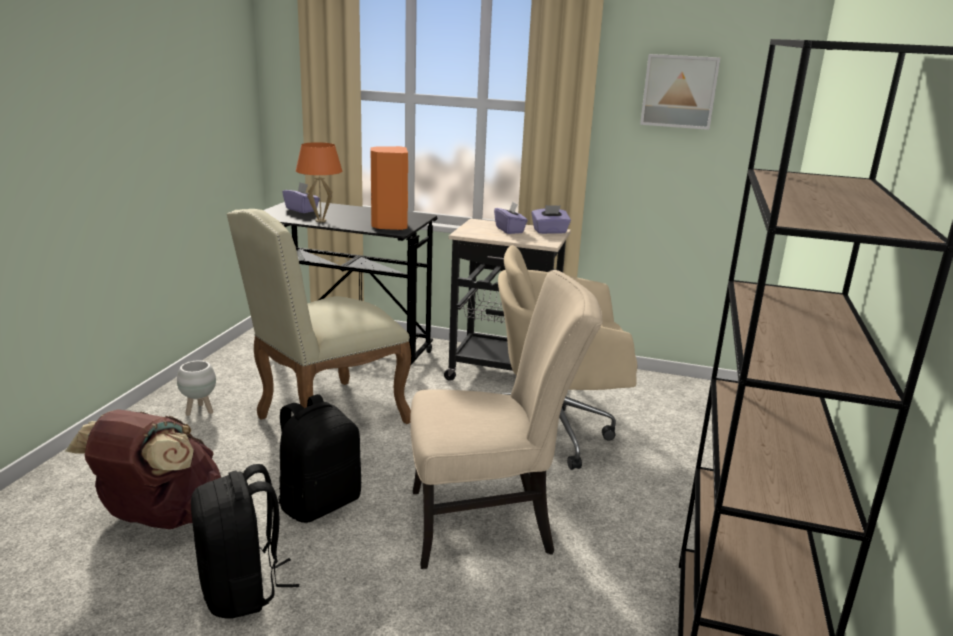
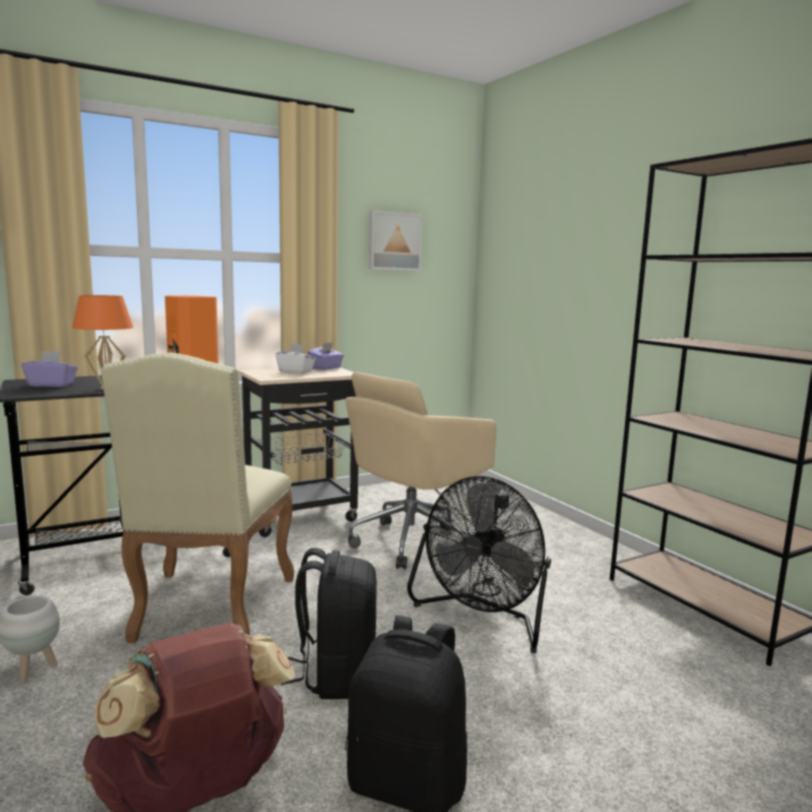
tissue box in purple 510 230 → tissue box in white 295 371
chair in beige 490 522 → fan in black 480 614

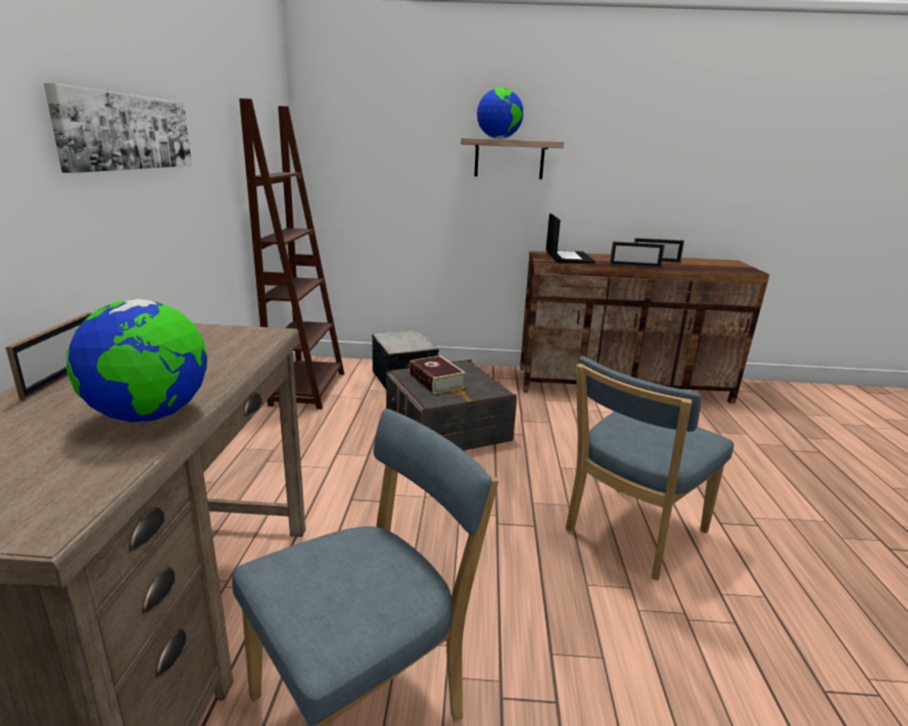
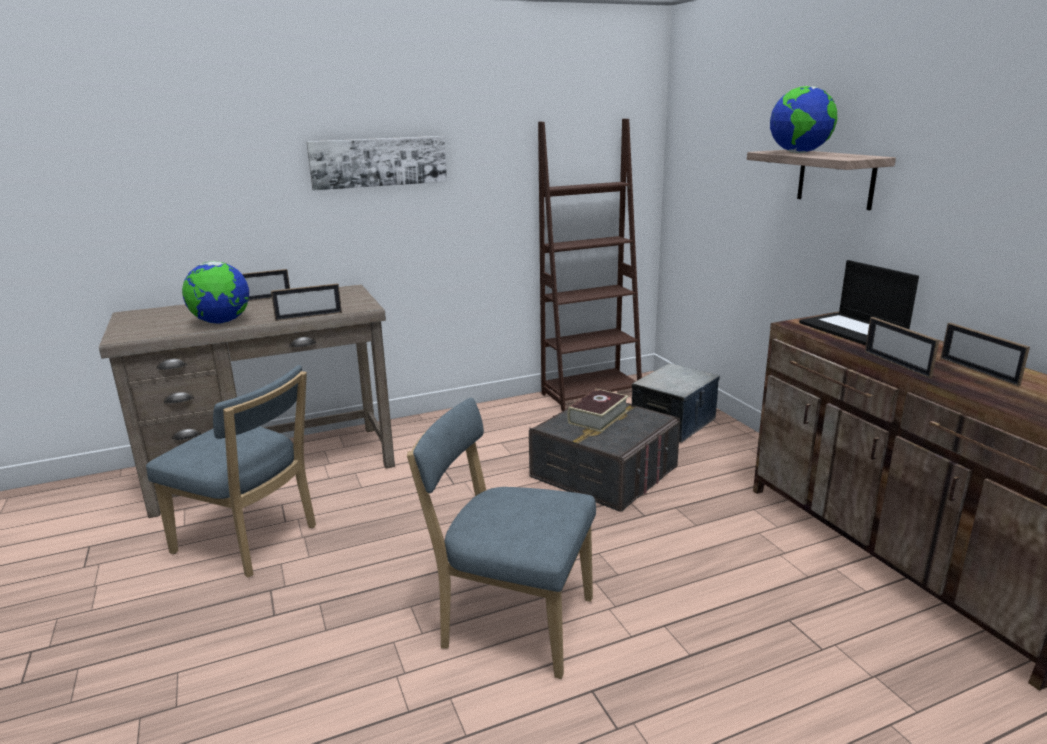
- → picture frame 309 316
laptop 568 257 → laptop 854 329, 90 degrees clockwise

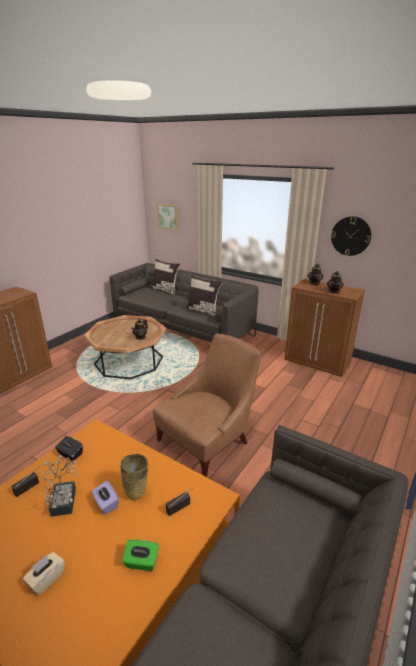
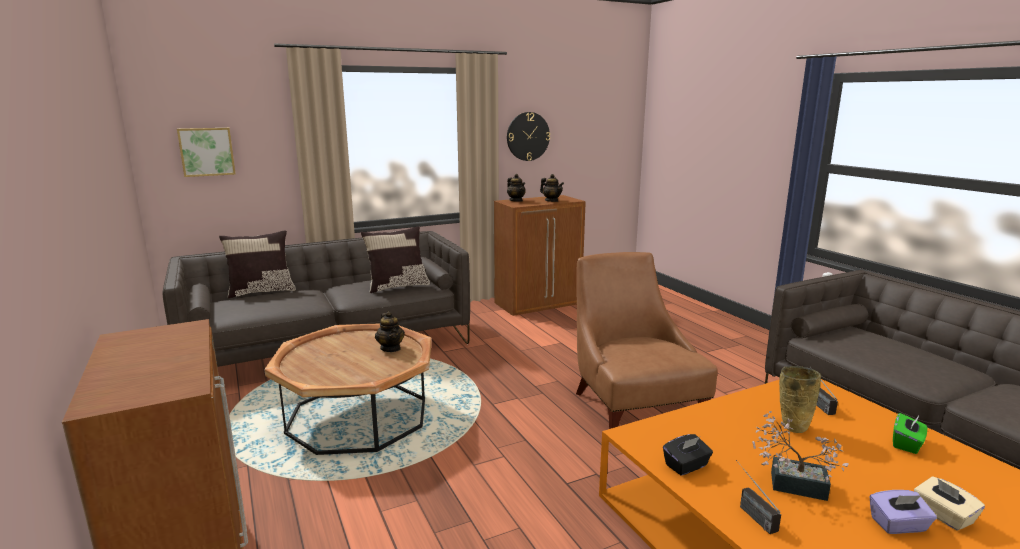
tissue box in purple 106 503 → tissue box in purple 898 525, move

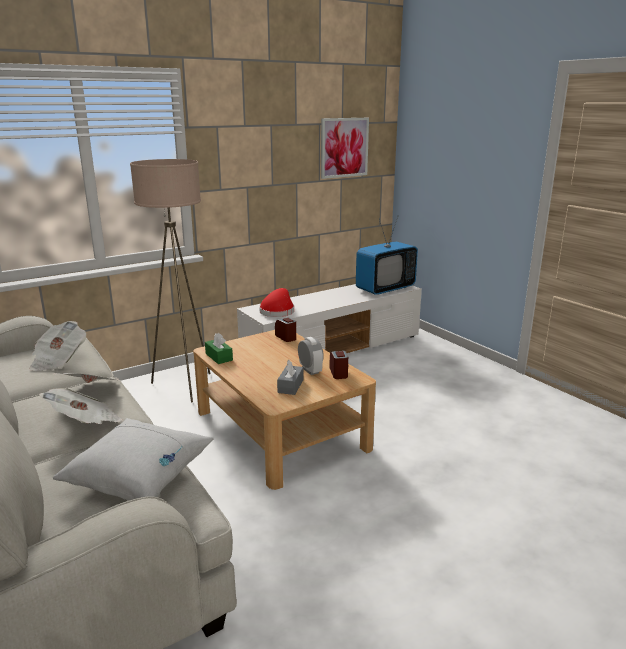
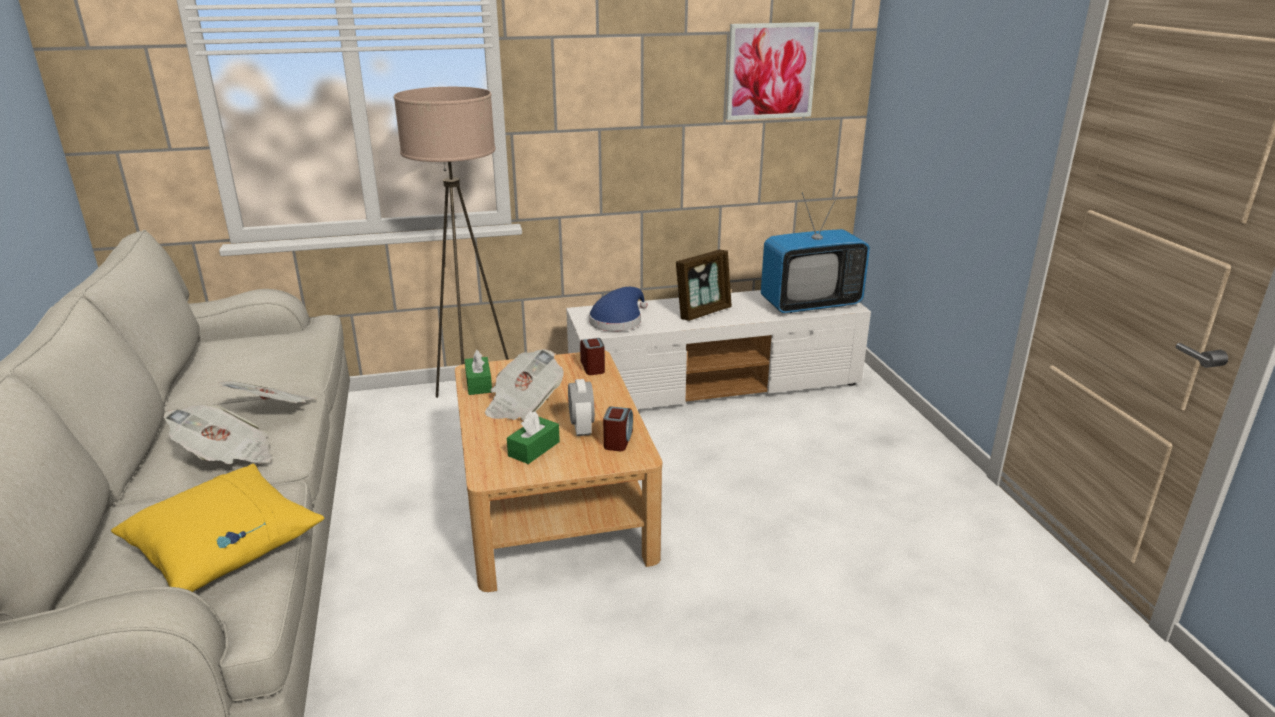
pillow in grey 139 476 → pillow in yellow 224 548
newspaper 58 360 → newspaper 523 404, move
tissue box in grey 290 386 → tissue box in green 534 449
hat in red 278 311 → hat in blue 618 321
- → picture frame 703 312

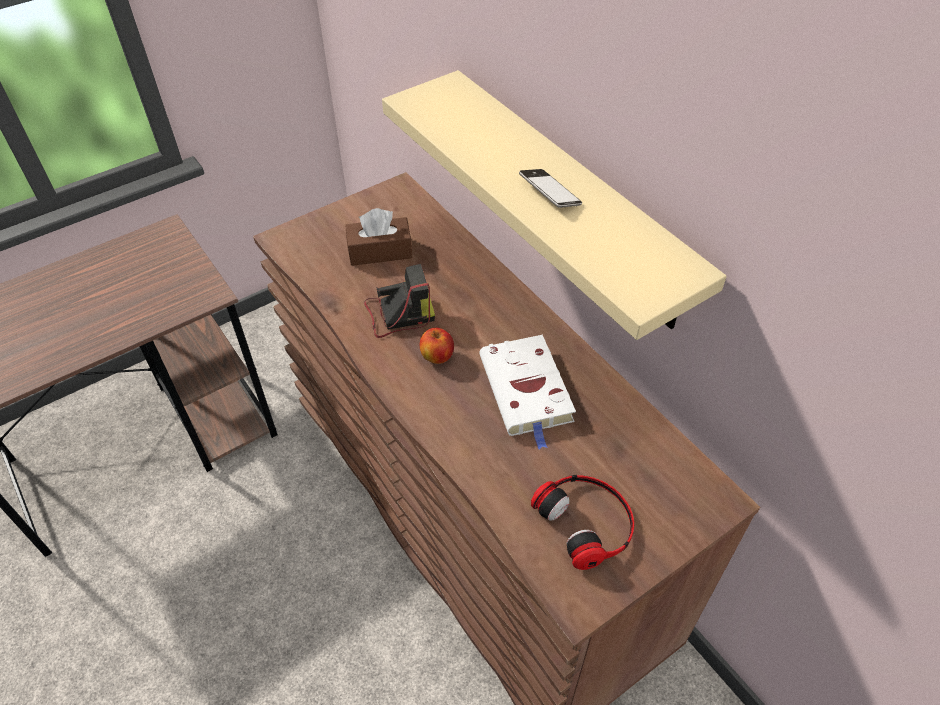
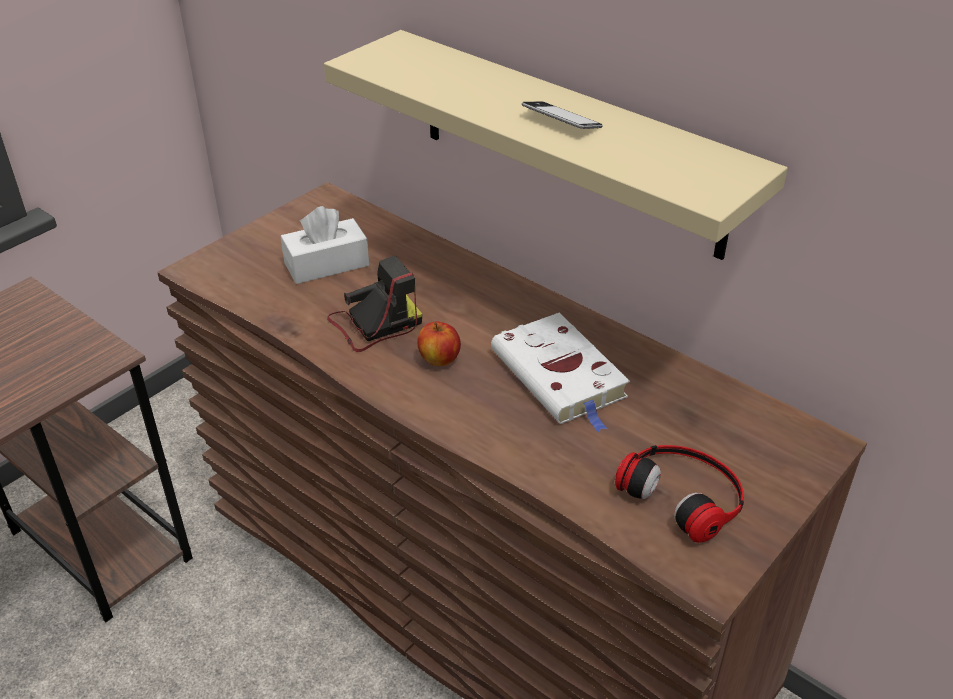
tissue box in brown 380 251 → tissue box in white 326 264

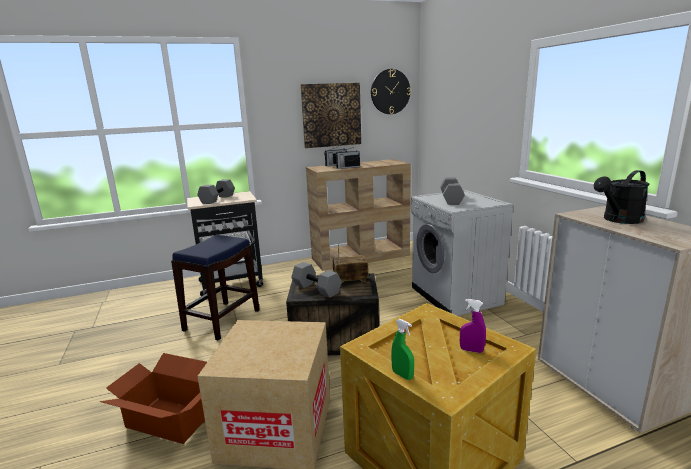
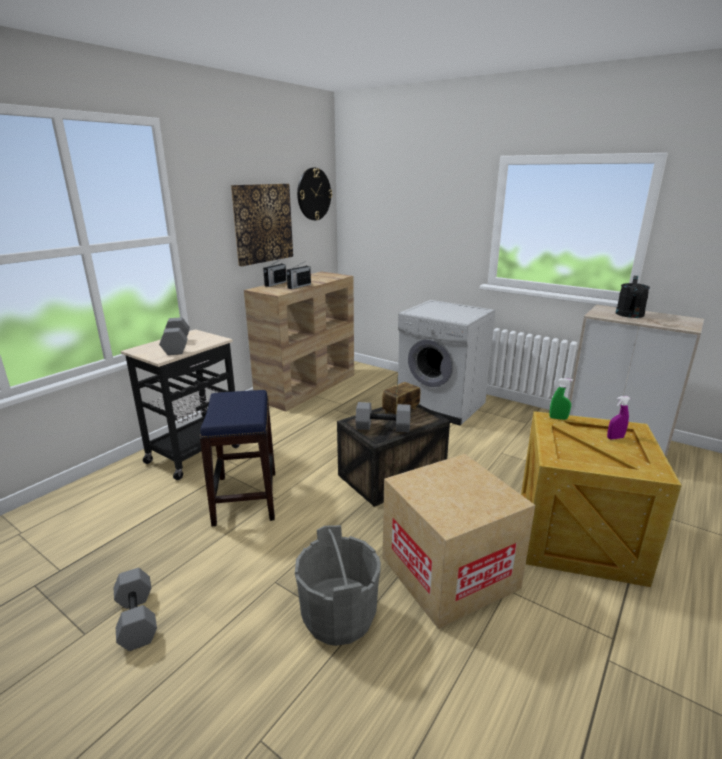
dumbbell in grey 452 199 → dumbbell in grey 138 619, move
cardboard box 170 418 → bucket in grey 338 616
spray bottle in green 402 375 → spray bottle in green 558 418, move

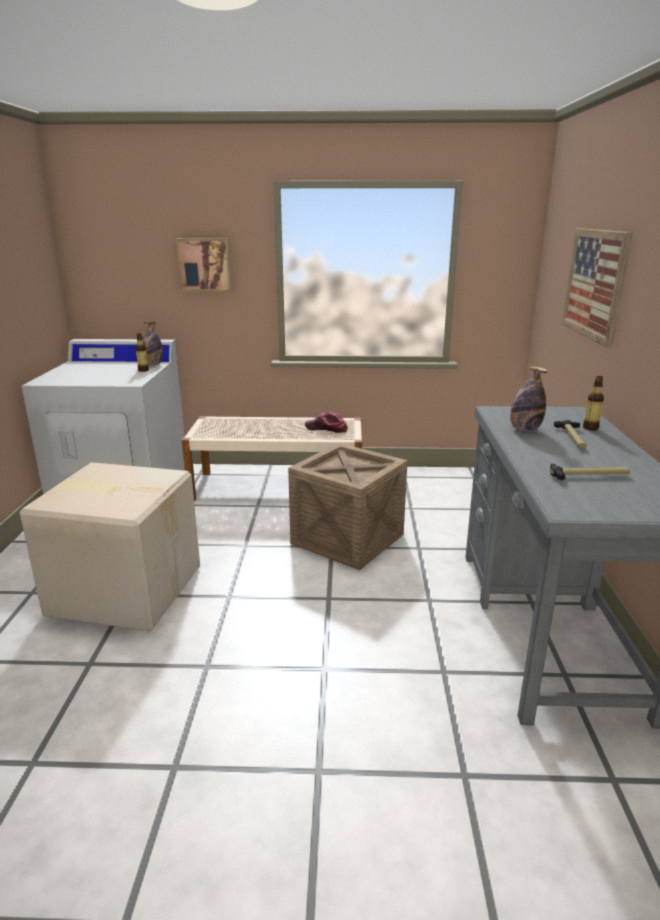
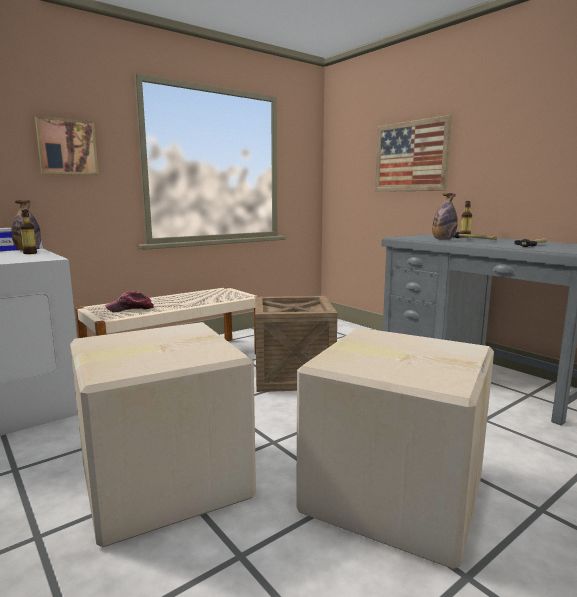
cap 326 428 → cap 130 308, move
- → cardboard box 391 492

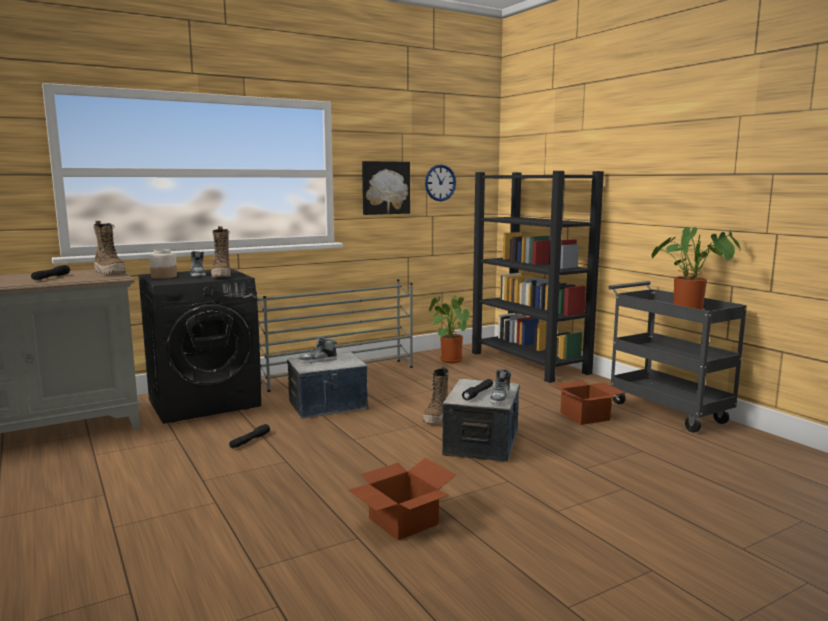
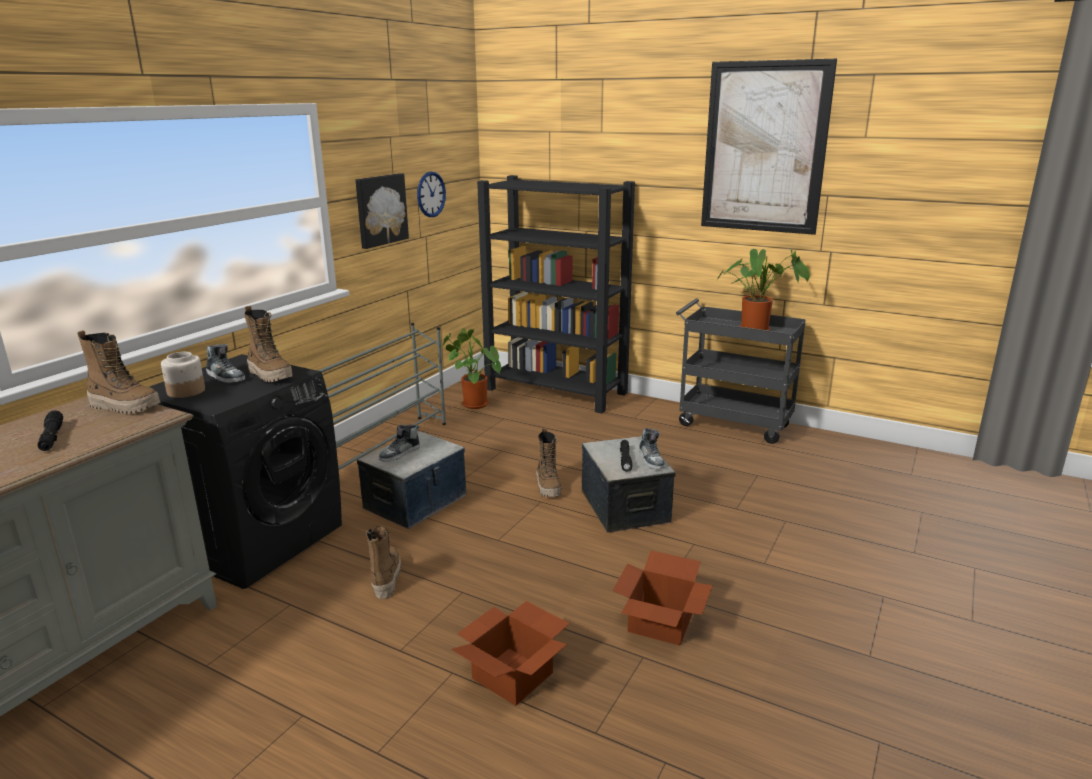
flashlight in black 250 441 → boot 386 578
cardboard box 586 416 → cardboard box 515 675, move
- → picture 764 148

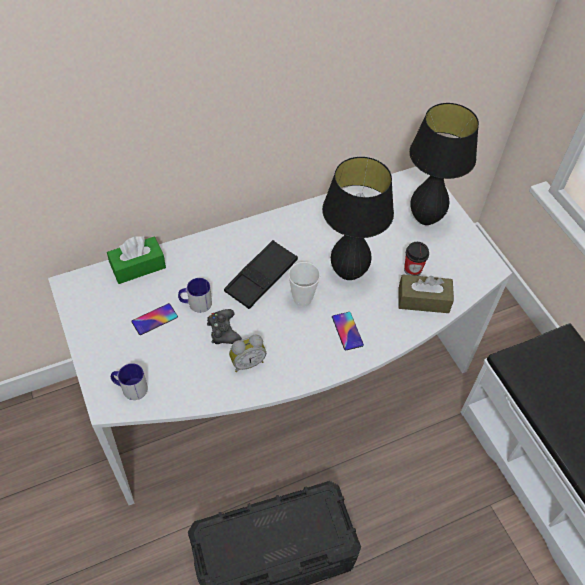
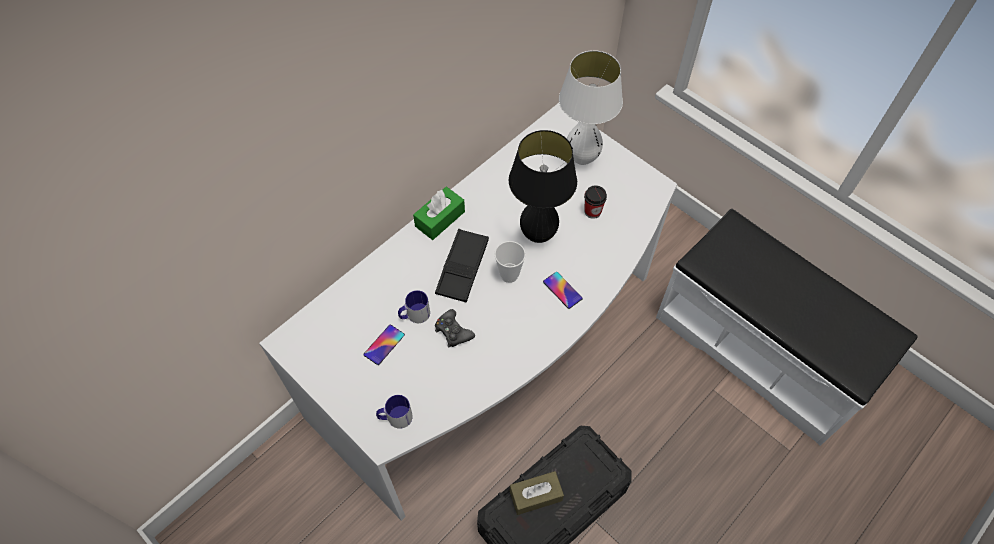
tissue box in green 138 266 → tissue box in green 440 219, move
tissue box in brown 423 300 → tissue box in brown 535 495, move
table lamp in black 425 219 → table lamp in white 581 158
alarm clock 247 362 → -

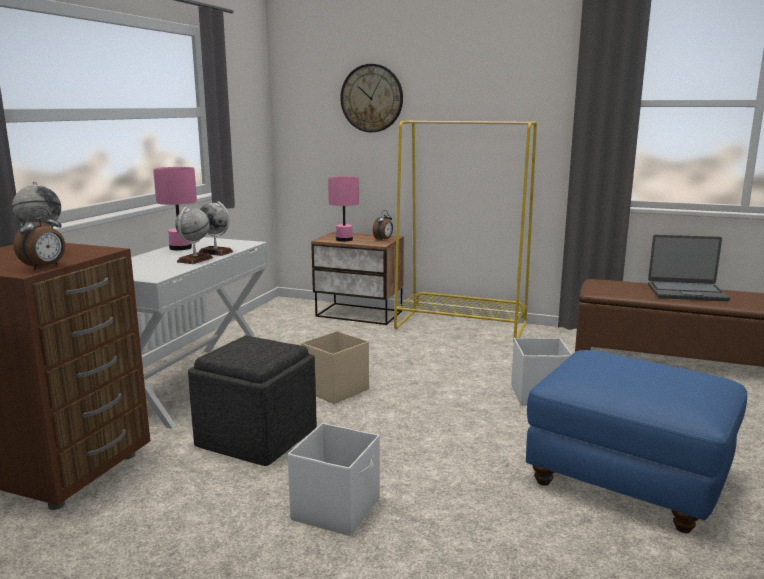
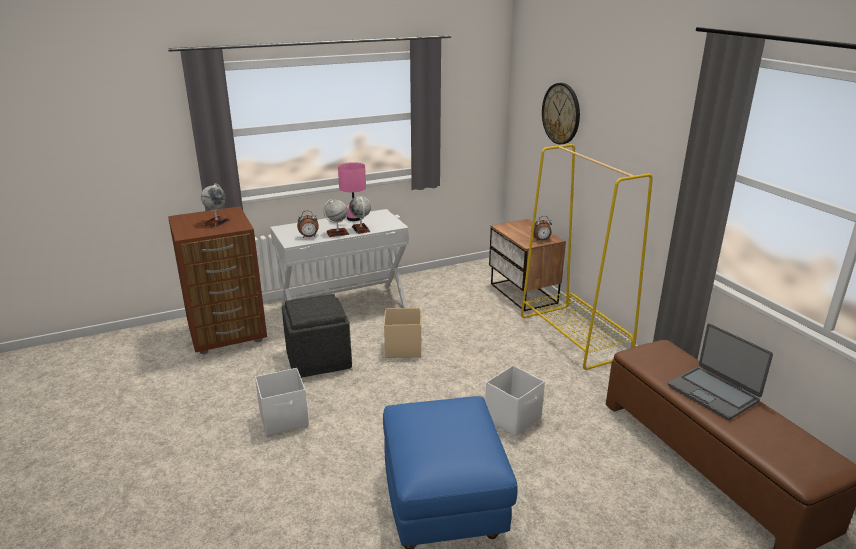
alarm clock 45 267 → alarm clock 309 237, move
table lamp in pink 344 239 → -

